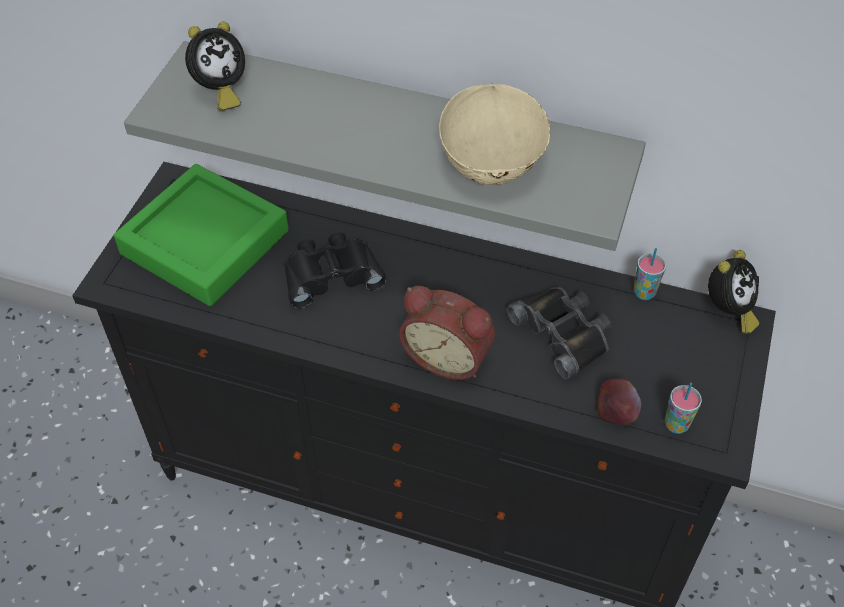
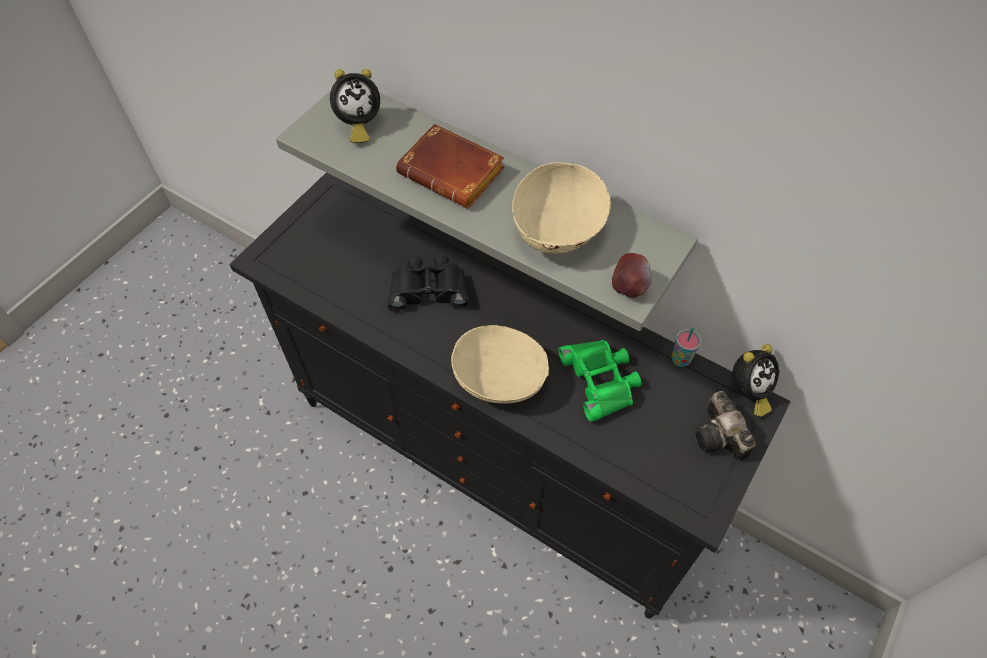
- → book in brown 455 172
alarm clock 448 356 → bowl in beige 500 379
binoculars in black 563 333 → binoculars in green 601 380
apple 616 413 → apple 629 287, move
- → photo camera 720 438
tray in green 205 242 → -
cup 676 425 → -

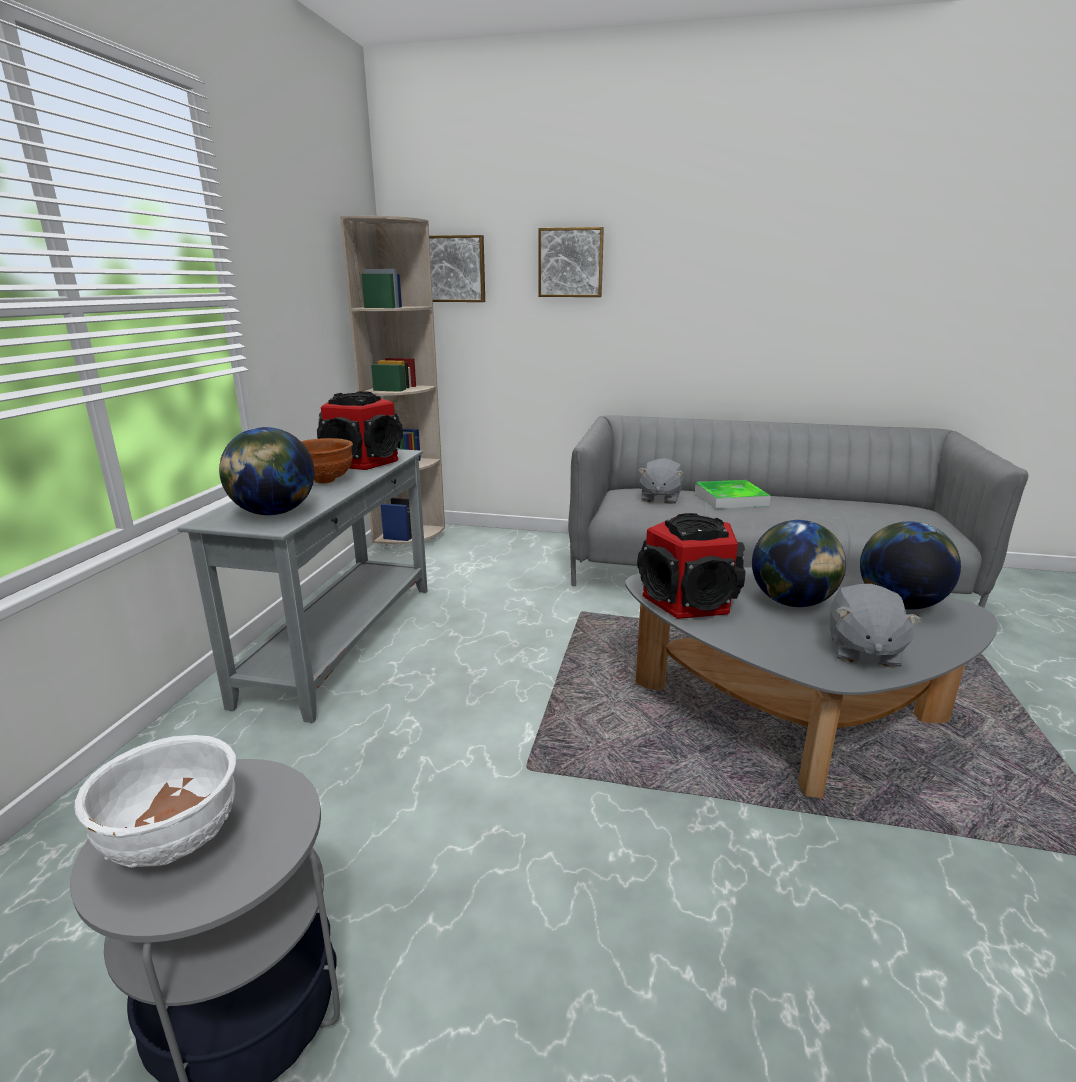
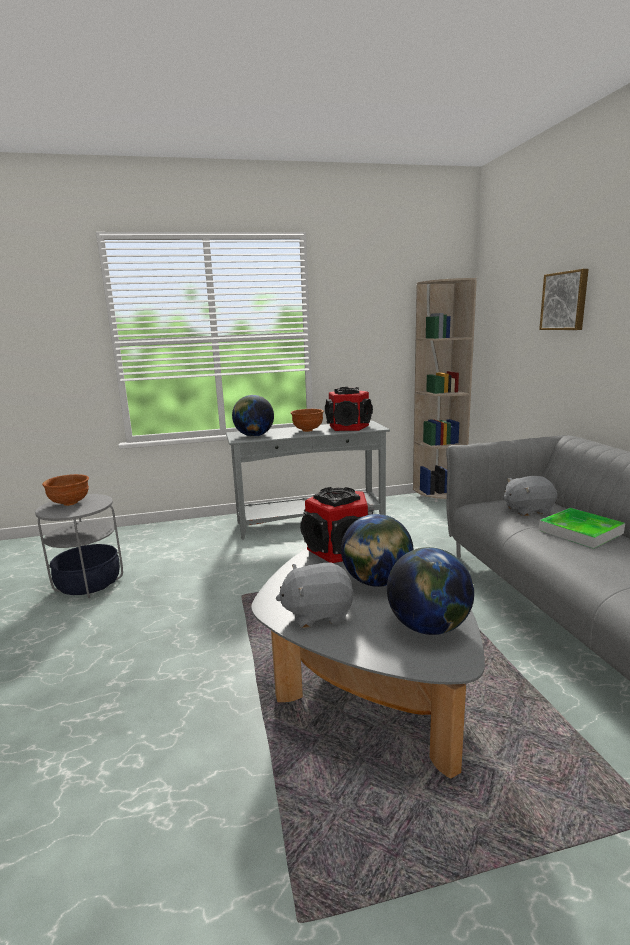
bowl in white 177 842 → bowl in brown 70 503
picture 455 269 → -

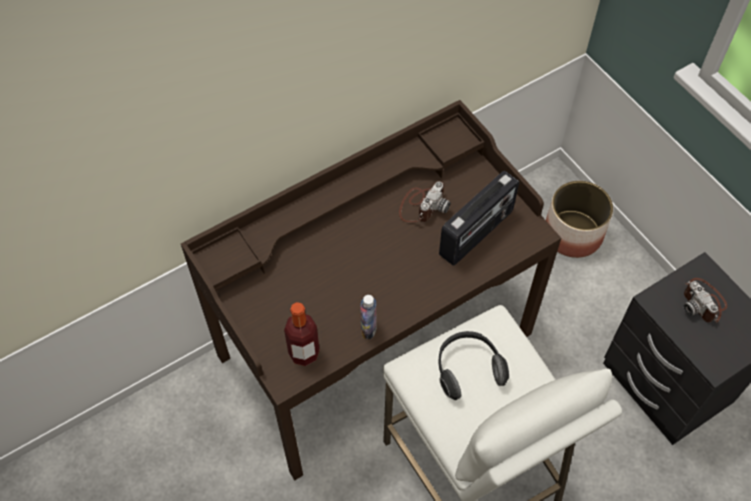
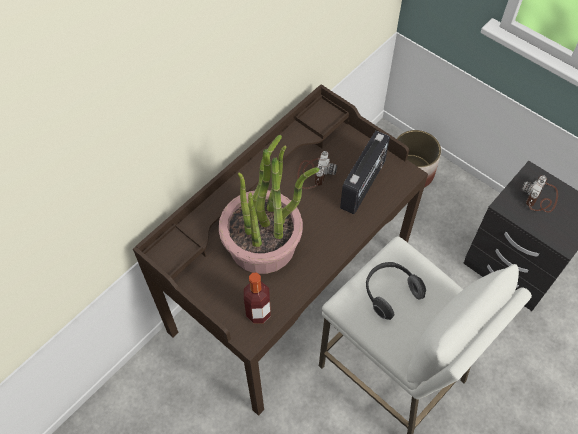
- → potted plant 263 244
photo camera 703 302 → photo camera 540 198, 75 degrees clockwise
bottle 368 329 → -

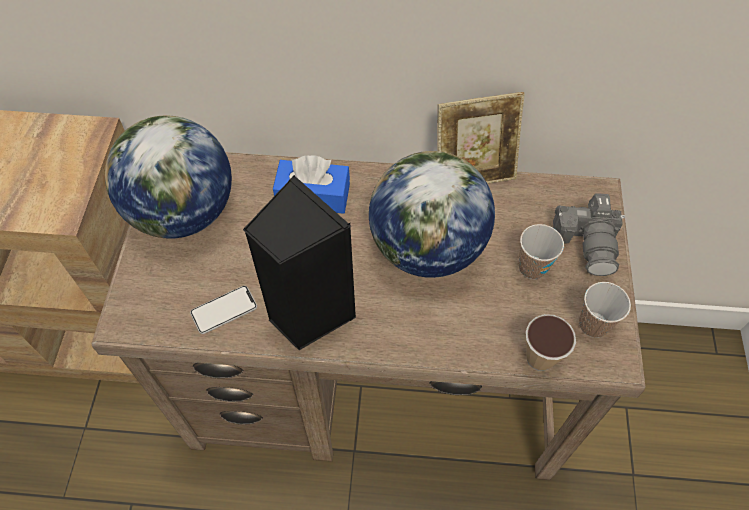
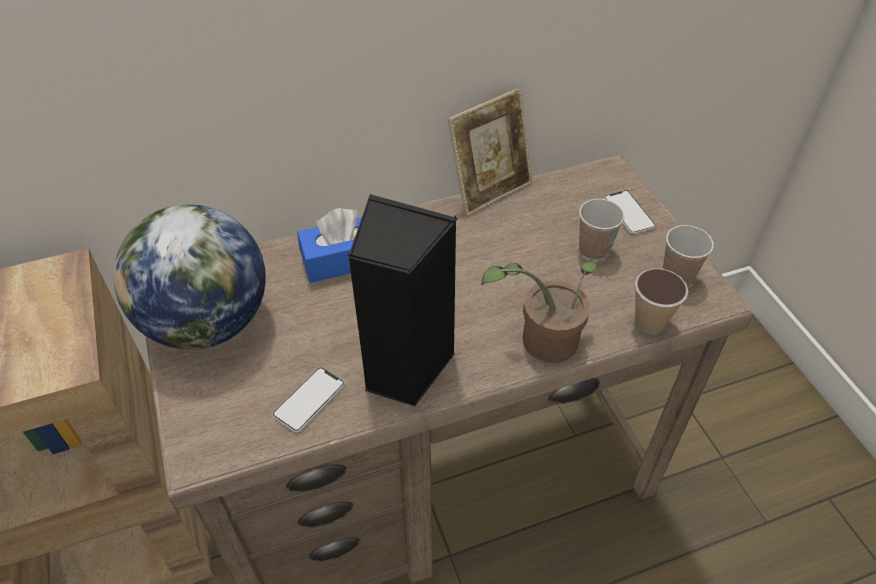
- → potted plant 541 342
photo camera 588 243 → phone 628 213
globe 426 248 → -

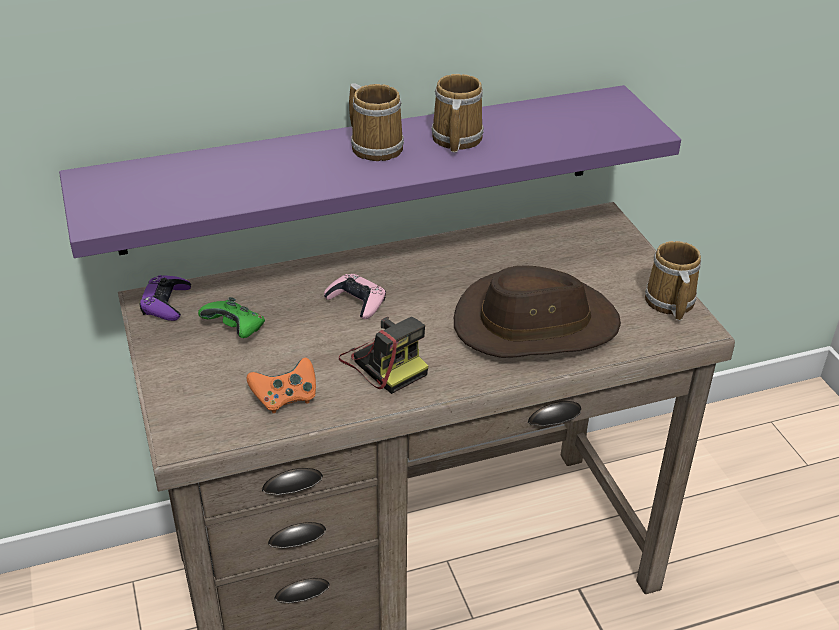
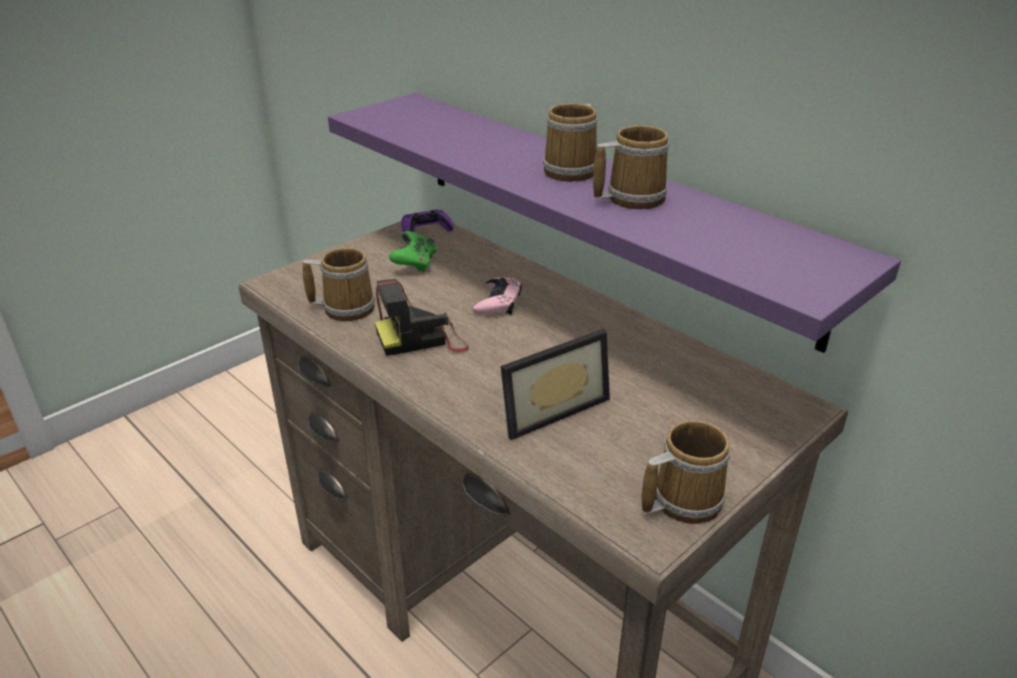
game controller in orange 285 398 → mug 345 307
photo camera 384 362 → photo camera 423 338, 45 degrees clockwise
hat in brown 534 324 → picture frame 549 408

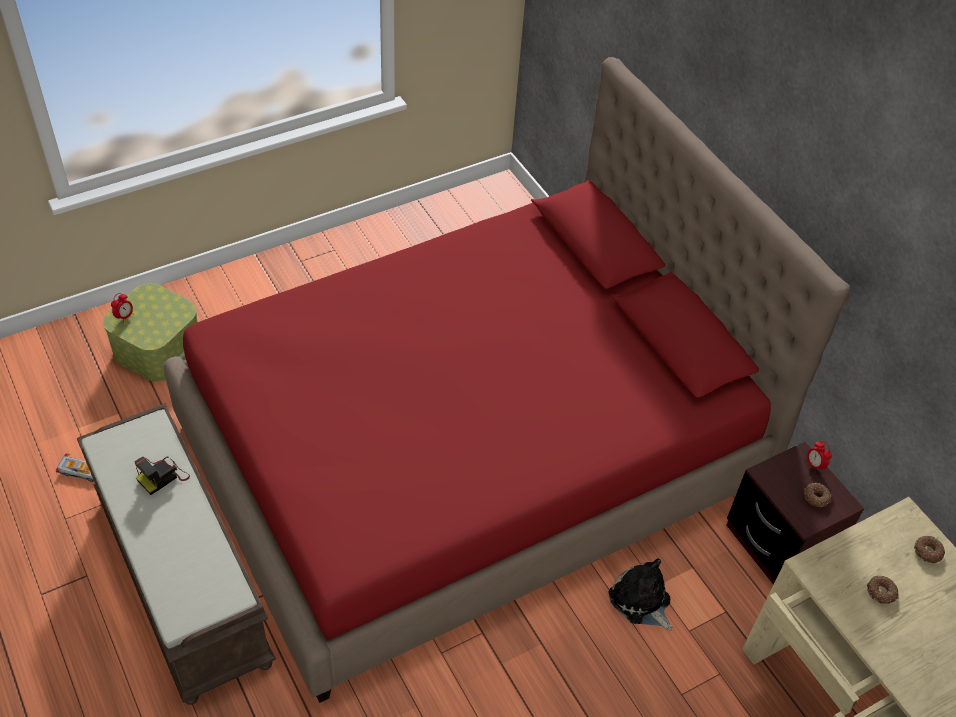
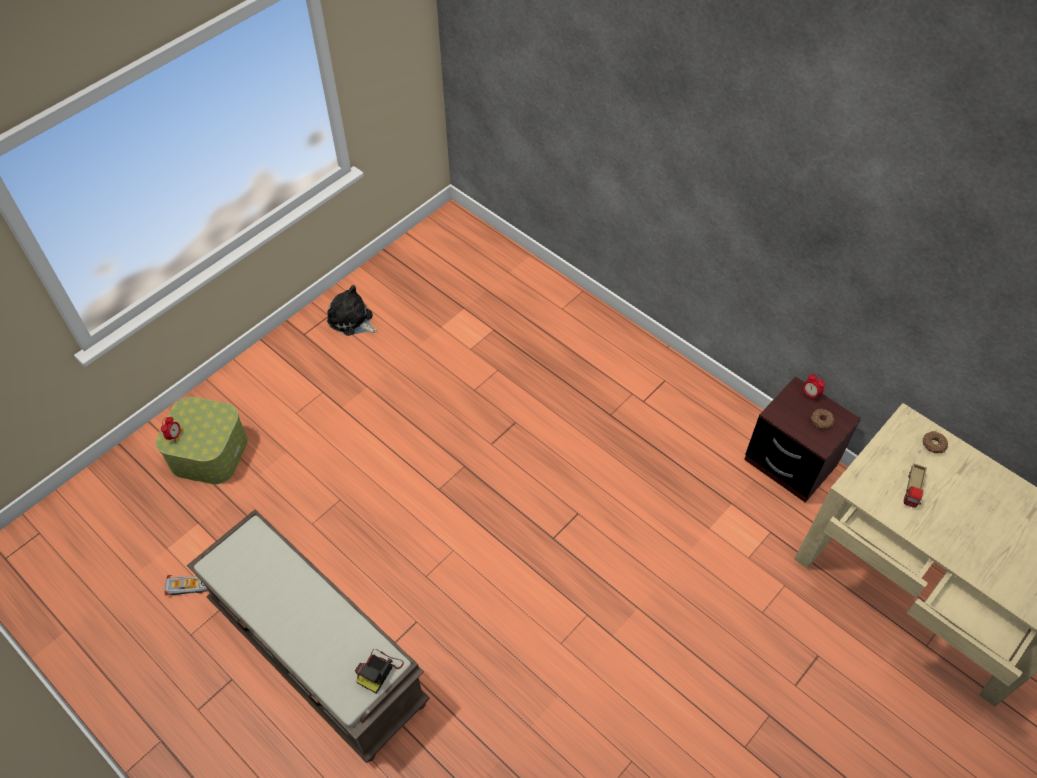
plush toy 641 601 → plush toy 352 320, move
photo camera 163 476 → photo camera 379 670, move
donut 881 593 → toy truck 912 490
bed in red 472 455 → -

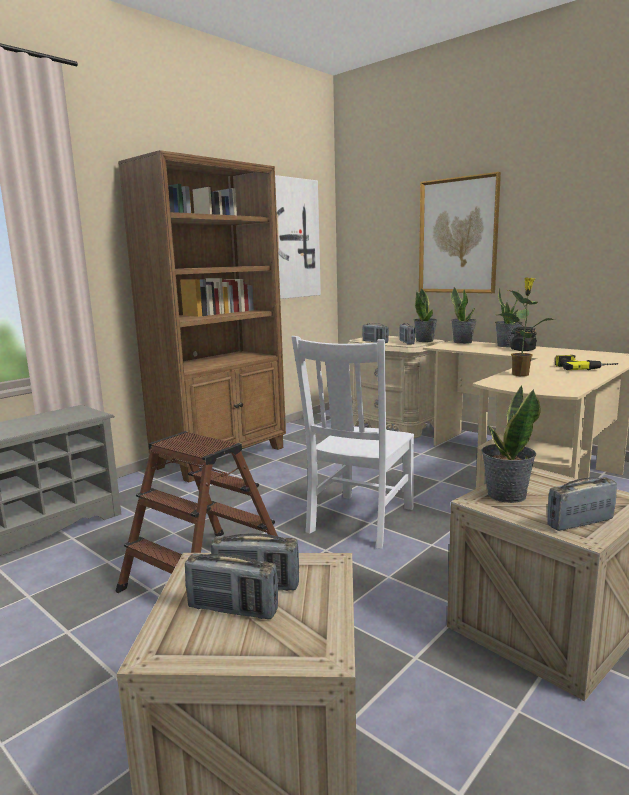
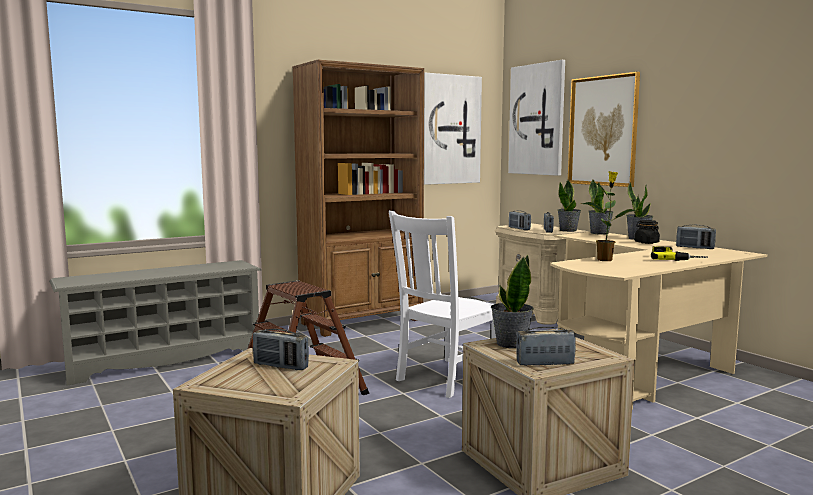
- → picture 537 119
radio 233 609 → radio 695 248, move

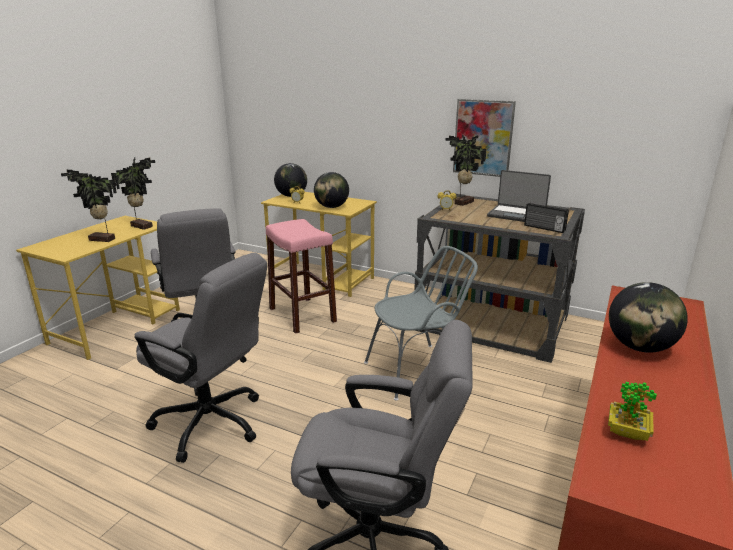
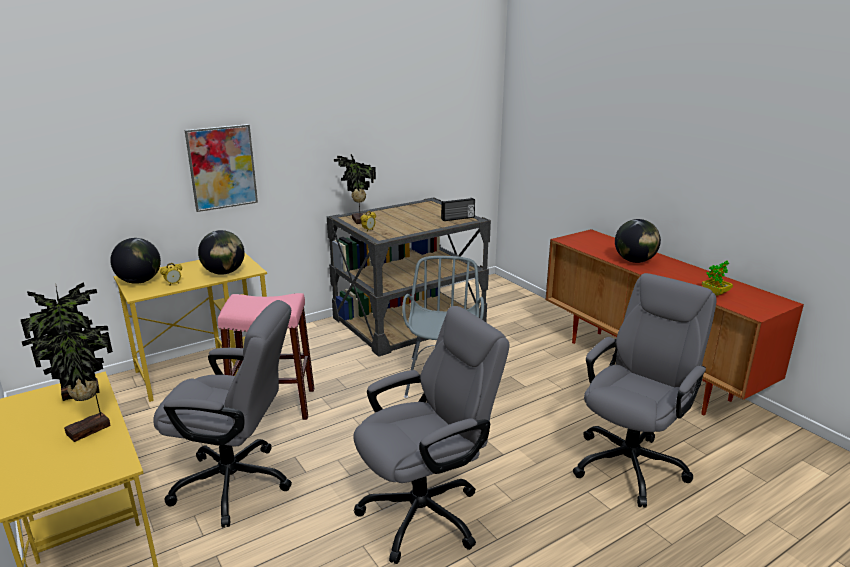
picture 483 138 → picture 222 167, move
laptop 517 215 → -

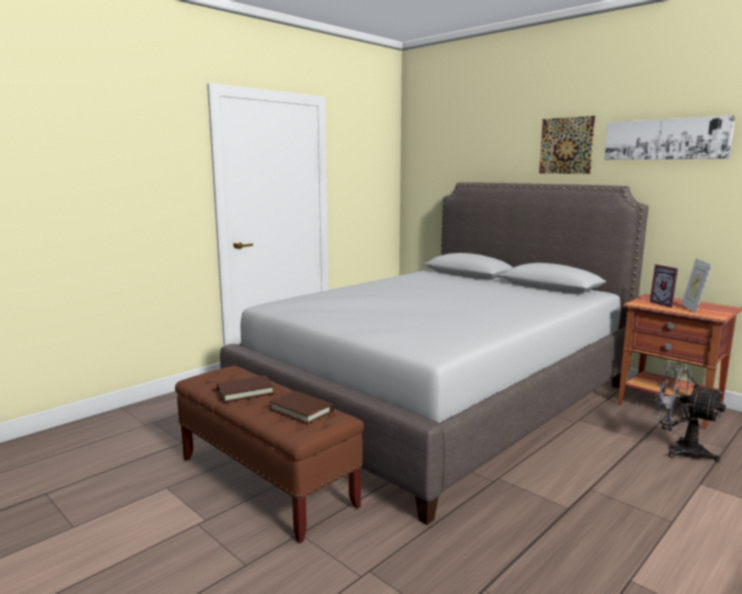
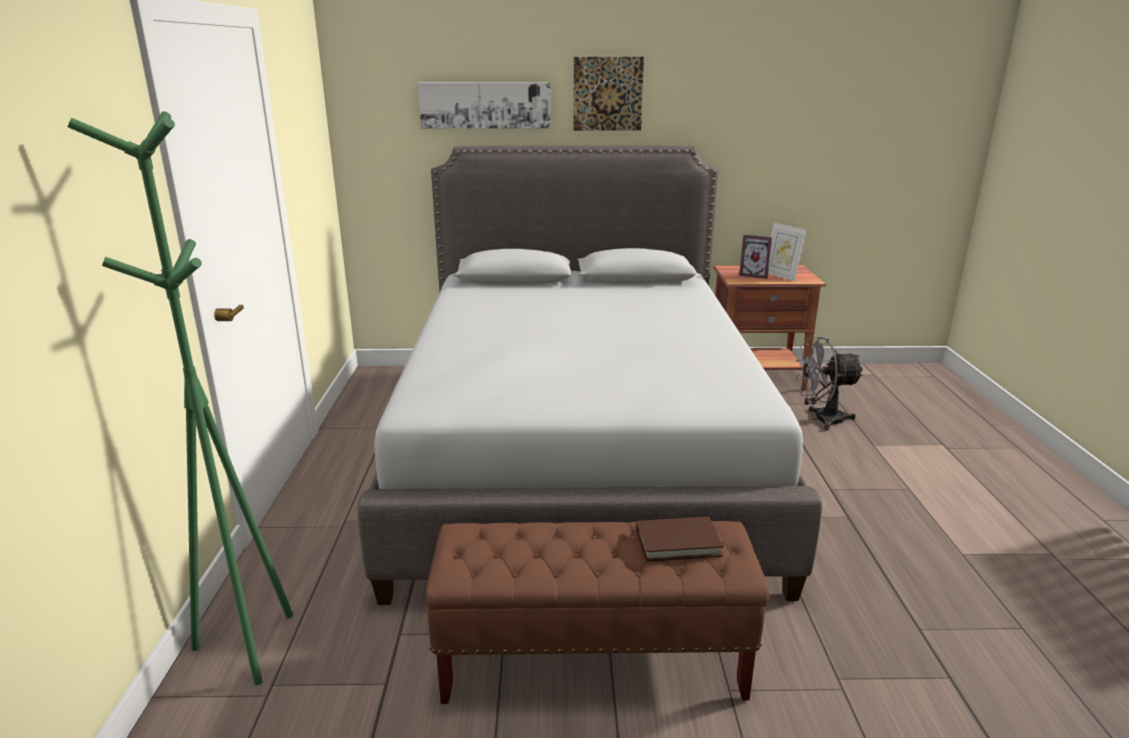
- → clothes rack in green 249 647
picture 666 139 → picture 485 105, move
book in brown 245 392 → -

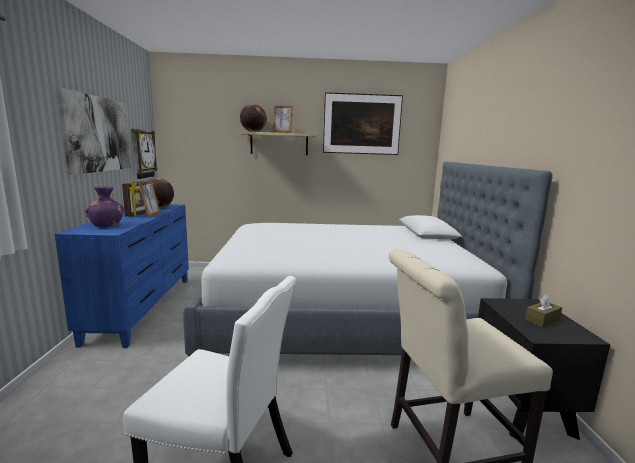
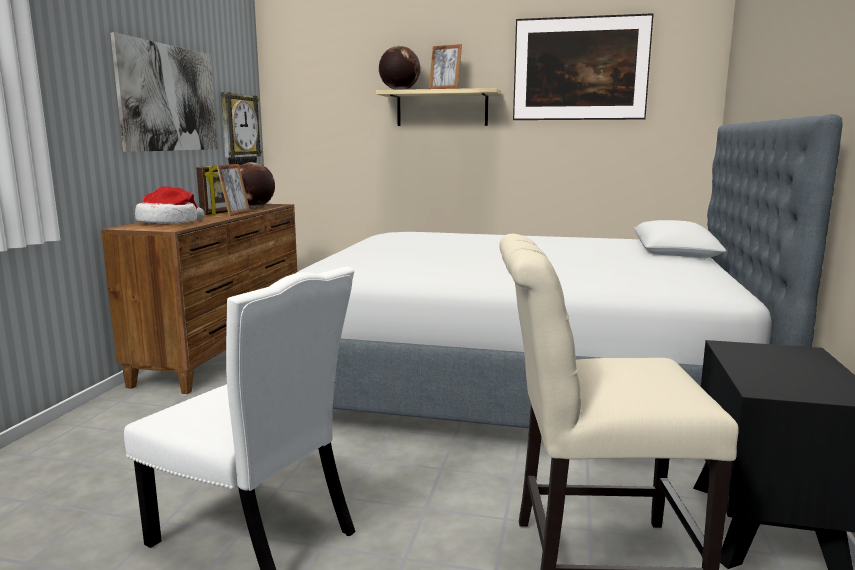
dresser in blue 142 307 → dresser in brown 223 350
vase in purple 107 225 → hat 169 223
tissue box in brown 542 320 → -

